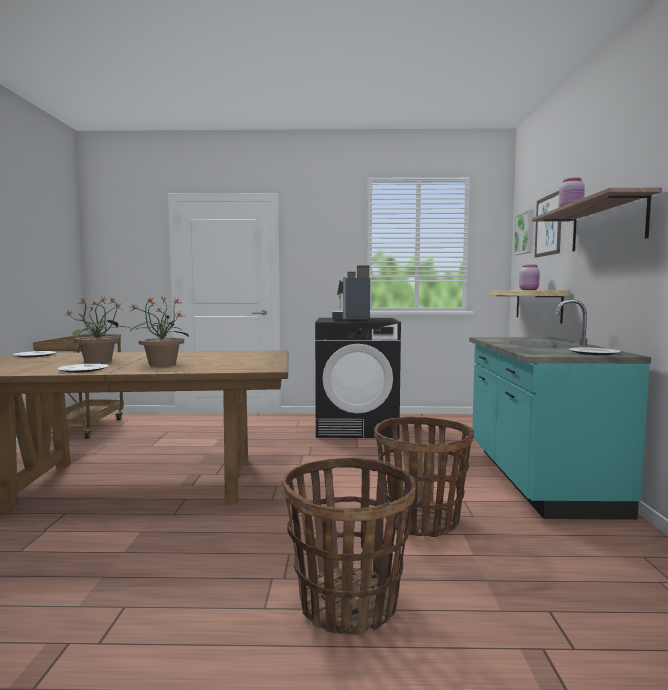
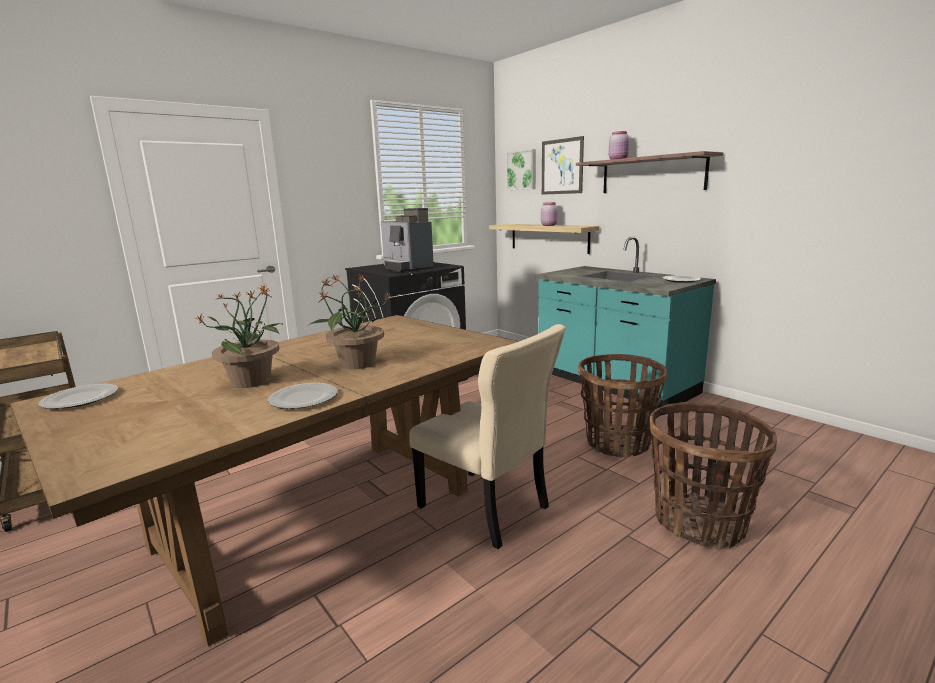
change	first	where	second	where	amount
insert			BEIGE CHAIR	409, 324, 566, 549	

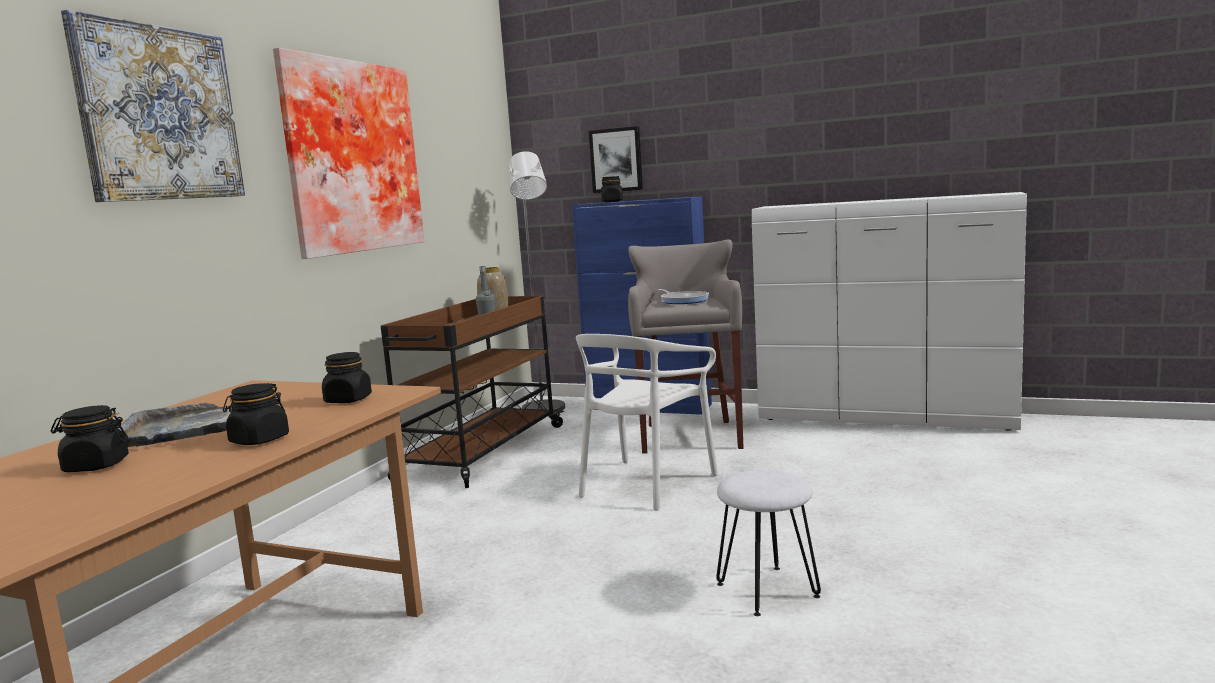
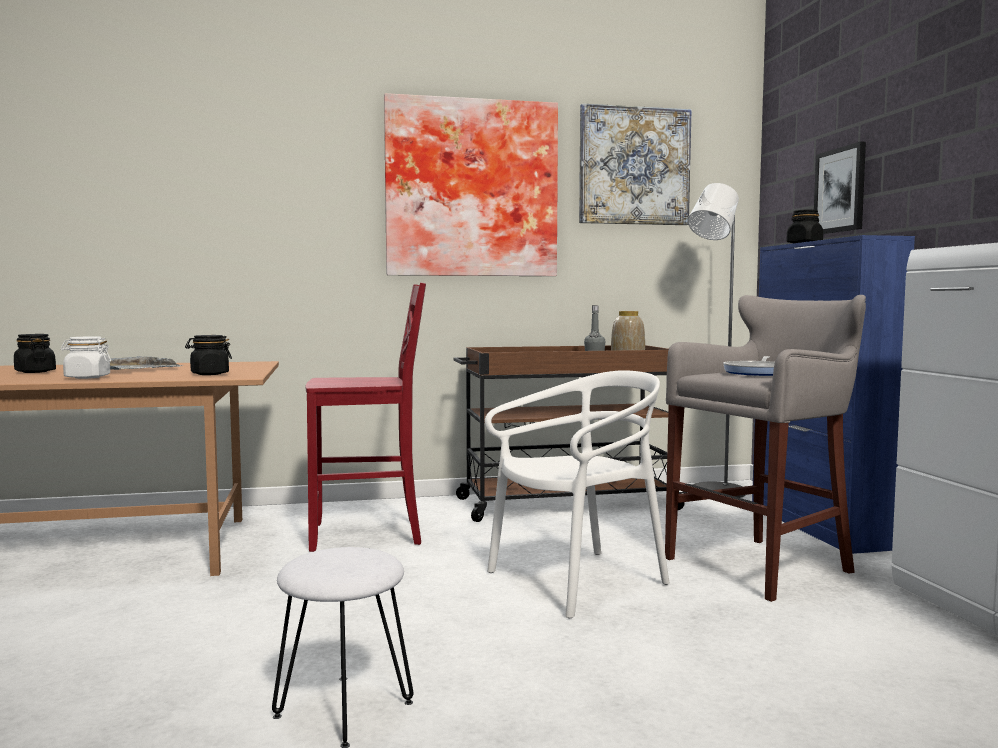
change	first	where	second	where	amount
move	PICTURE	61, 9, 245, 202		579, 103, 692, 225	
recolor	BLACK JAR	223, 383, 289, 445	WHITE JAR	61, 336, 111, 379	
rotate	WHITE CHAIR	576, 334, 718, 511		485, 370, 670, 618	150 degrees clockwise
insert			RED CHAIR	306, 283, 426, 552	

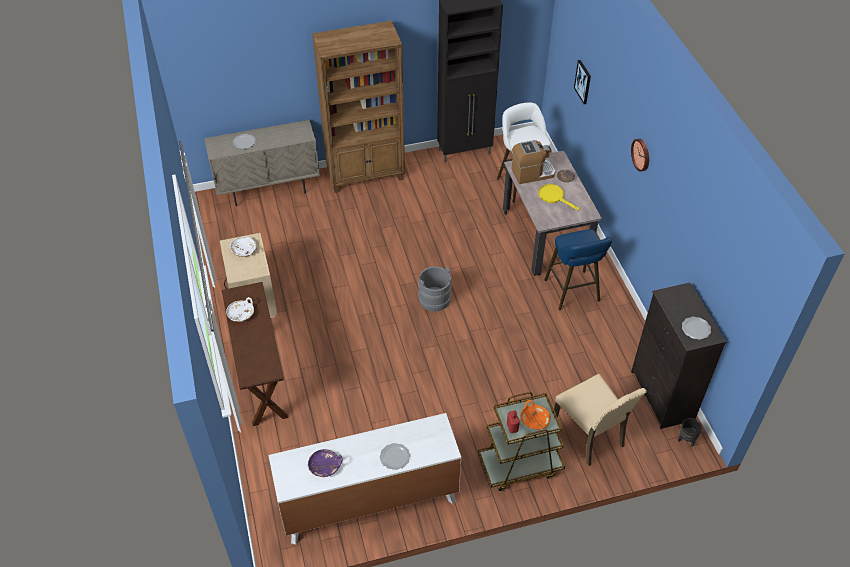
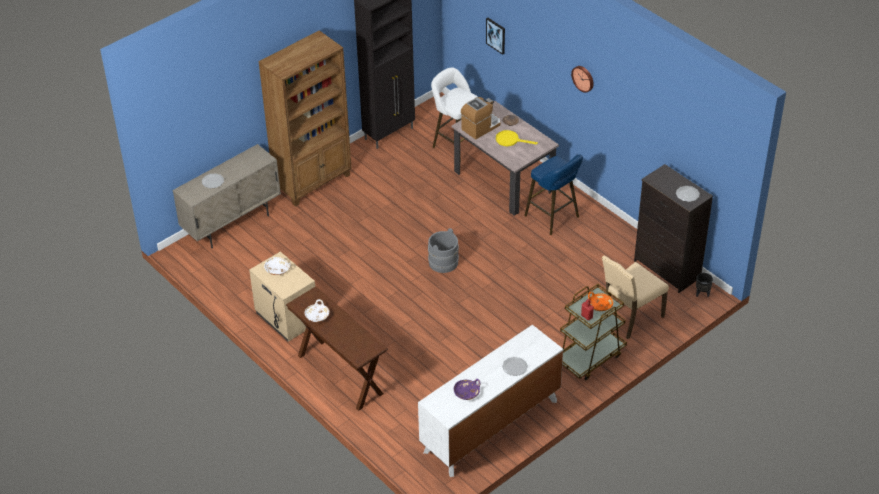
change	first	where	second	where	amount
rotate	BEIGE CHAIR	554, 374, 647, 466		602, 255, 669, 339	105 degrees clockwise

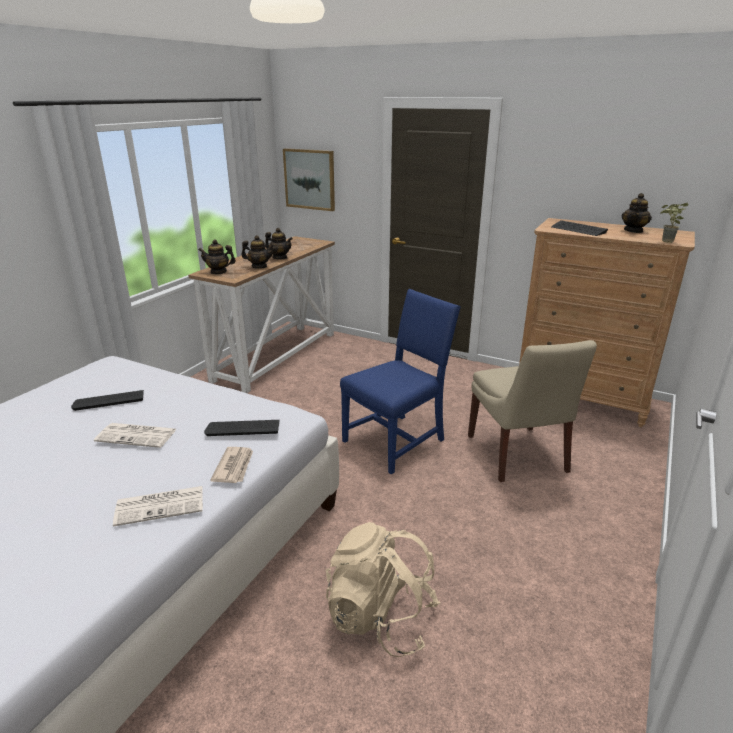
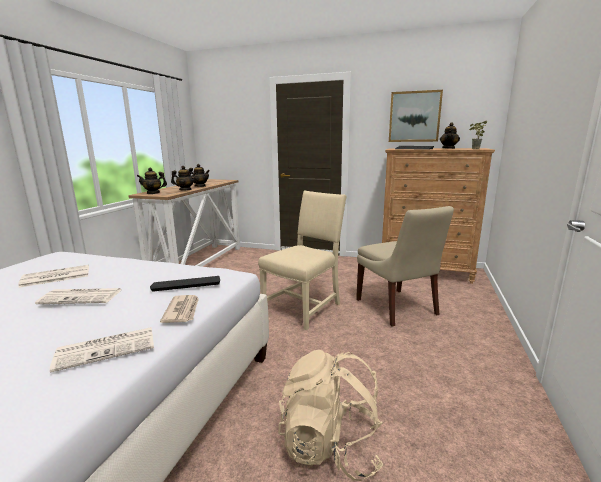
change	first	where	second	where	amount
replace	KEYBOARD	71, 390, 144, 411	NEWSPAPER	18, 265, 89, 288	
move	PICTURE	283, 148, 335, 211		389, 90, 443, 142	
recolor	BLUE CHAIR	340, 289, 461, 474	BEIGE CHAIR	258, 191, 347, 330	

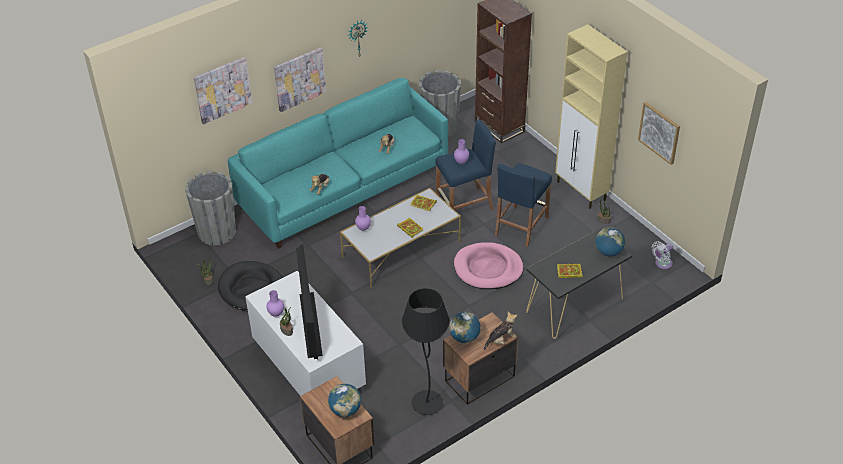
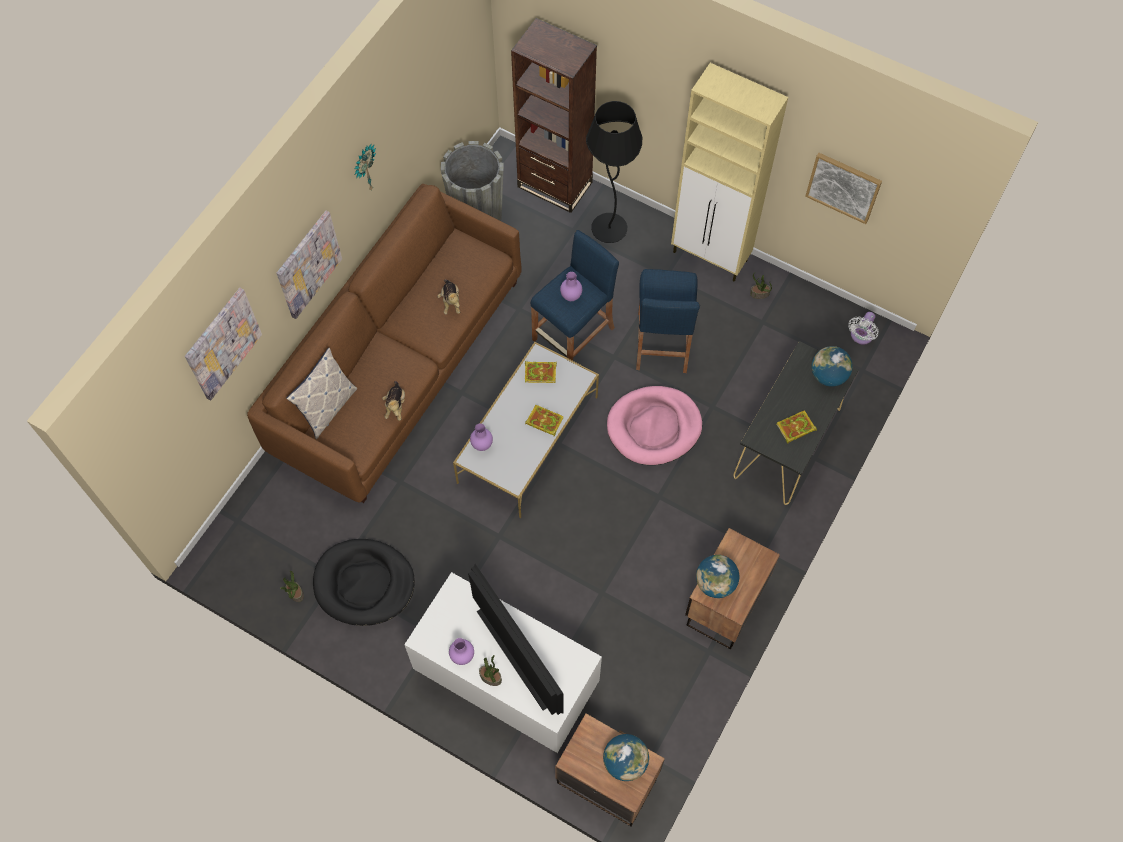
change	first	where	second	where	amount
delete	GREY PLANTER	185, 171, 236, 245			
recolor	TURQUOISE SOFA	228, 78, 448, 249	BROWN SOFA	247, 184, 522, 503	
move	BLACK FLOOR LAMP	402, 288, 450, 415		586, 101, 642, 243	
delete	PLUSH TOY	484, 312, 517, 350			
insert			PILLOW	286, 348, 357, 439	

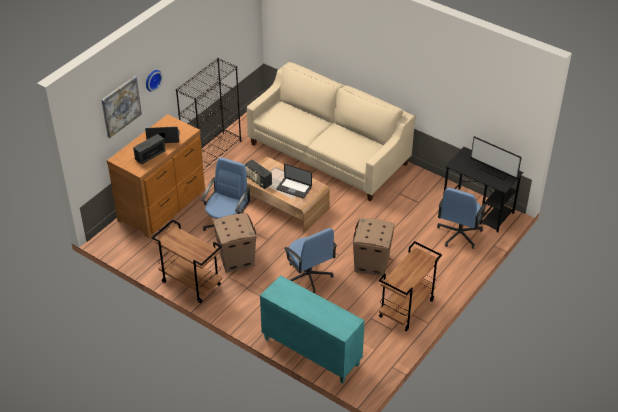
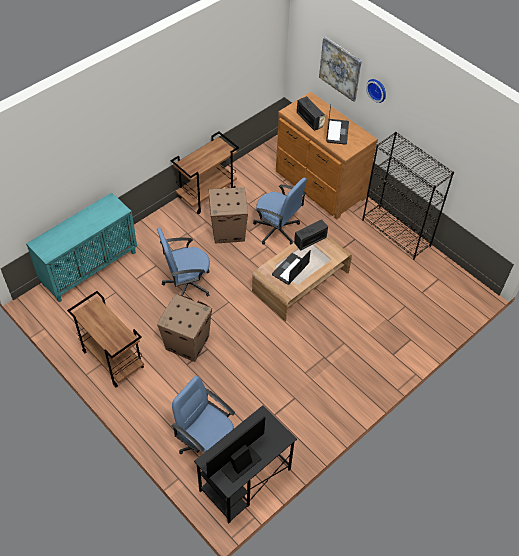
change	first	where	second	where	amount
delete	BEIGE SOFA	247, 62, 415, 201			

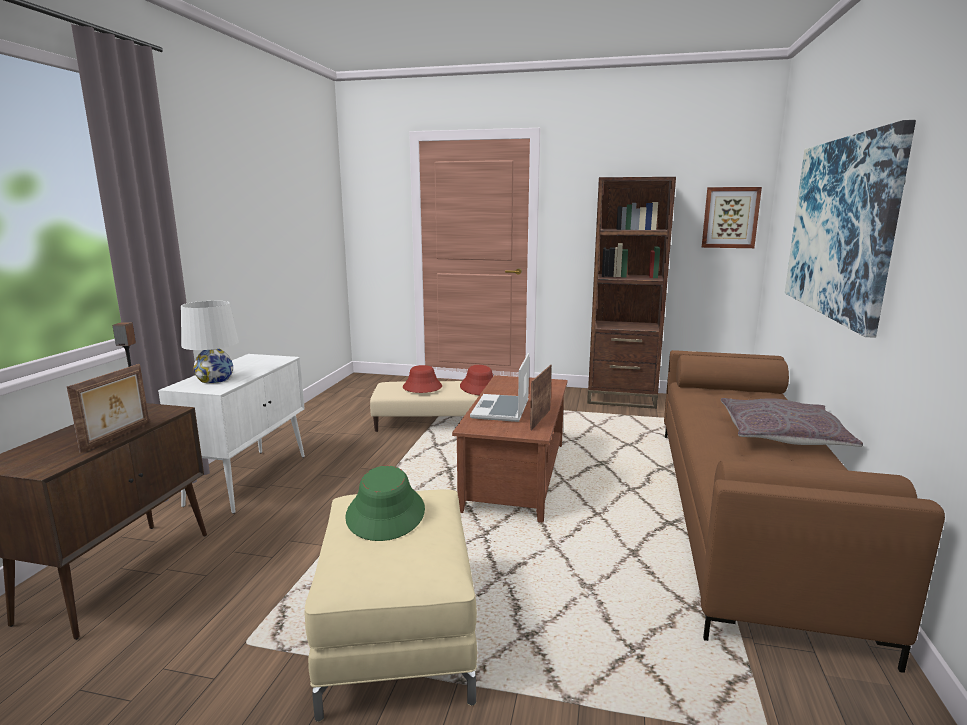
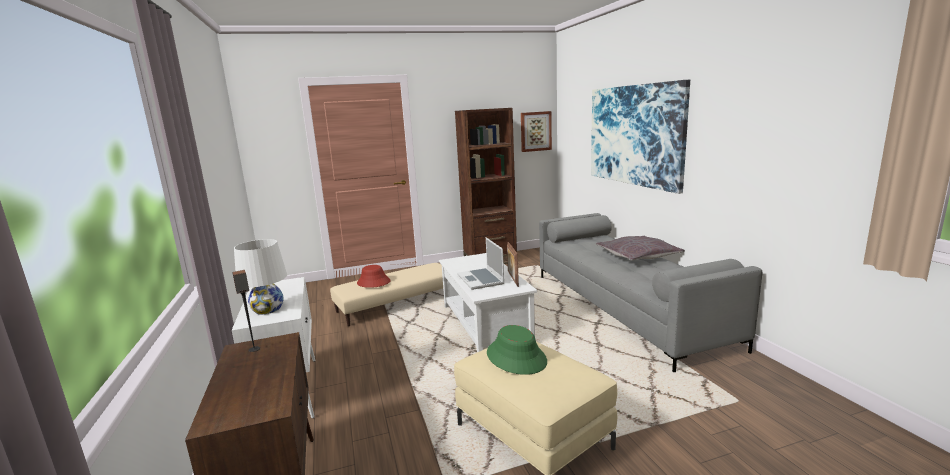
change	first	where	second	where	amount
delete	PICTURE FRAME	67, 364, 149, 453			
recolor	BROWN COFFEE TABLE	452, 375, 568, 523	WHITE COFFEE TABLE	439, 253, 537, 352	
delete	RED HAT	460, 365, 493, 395			
recolor	BROWN SOFA	664, 350, 945, 673	GREY SOFA	539, 213, 762, 372	

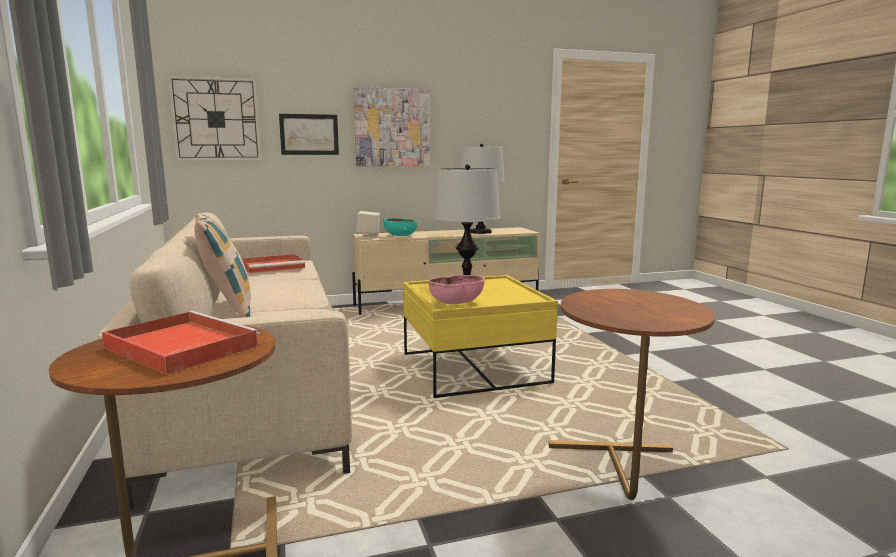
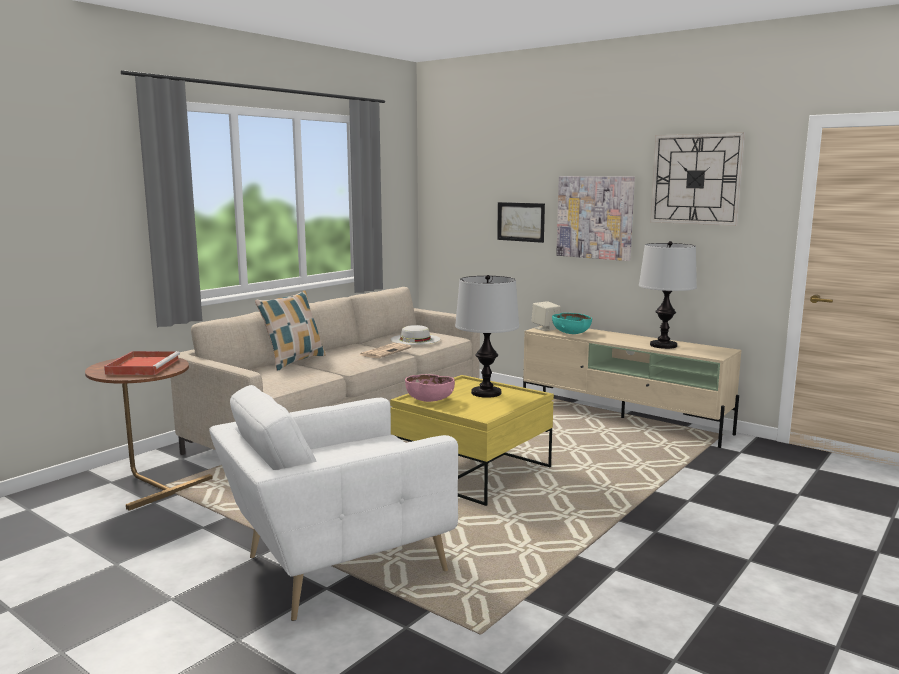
change	first	where	second	where	amount
move	WALL CLOCK	167, 75, 261, 161		650, 132, 745, 226	
replace	RED TRAY	241, 254, 305, 273	WHITE HAT	391, 325, 440, 345	
replace	BROWN SIDE TABLE	549, 289, 715, 500	WHITE ARMCHAIR	209, 385, 458, 621	
insert			NEWSPAPER	360, 343, 412, 358	

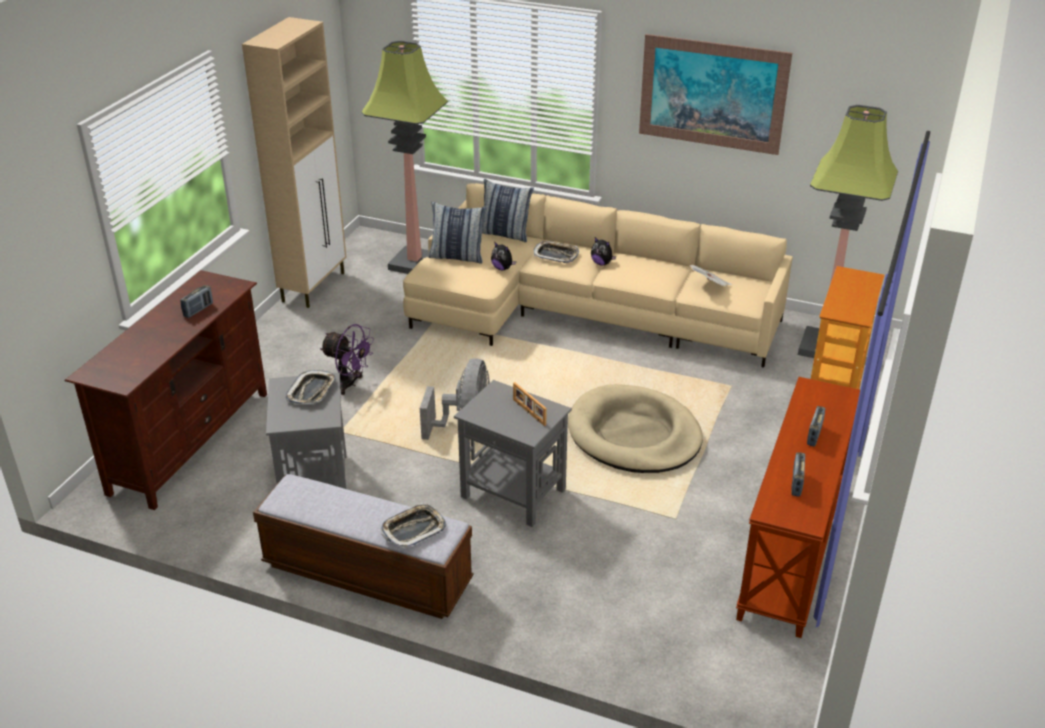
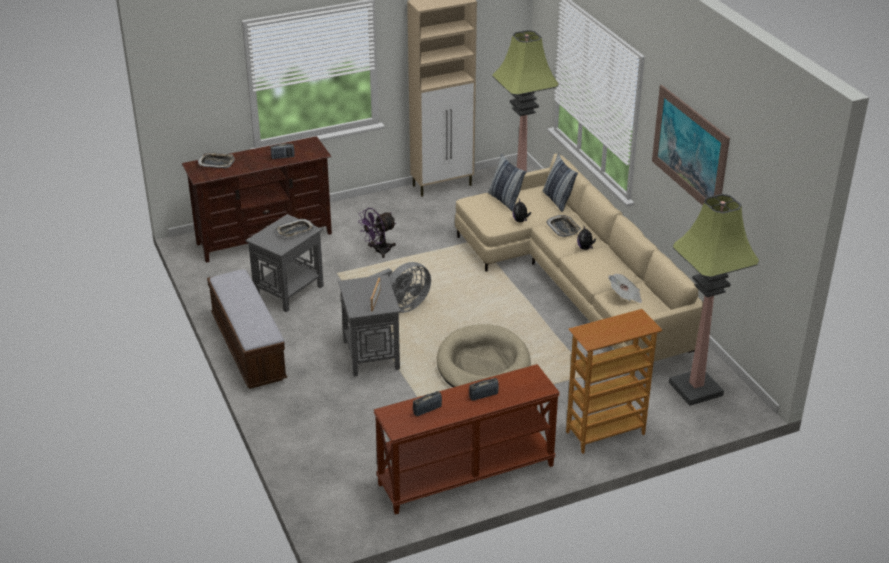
change	first	where	second	where	amount
rotate	PURPLE FAN	320, 324, 374, 395		358, 208, 396, 258	75 degrees clockwise
move	TRAY	381, 503, 447, 548		198, 153, 235, 168	

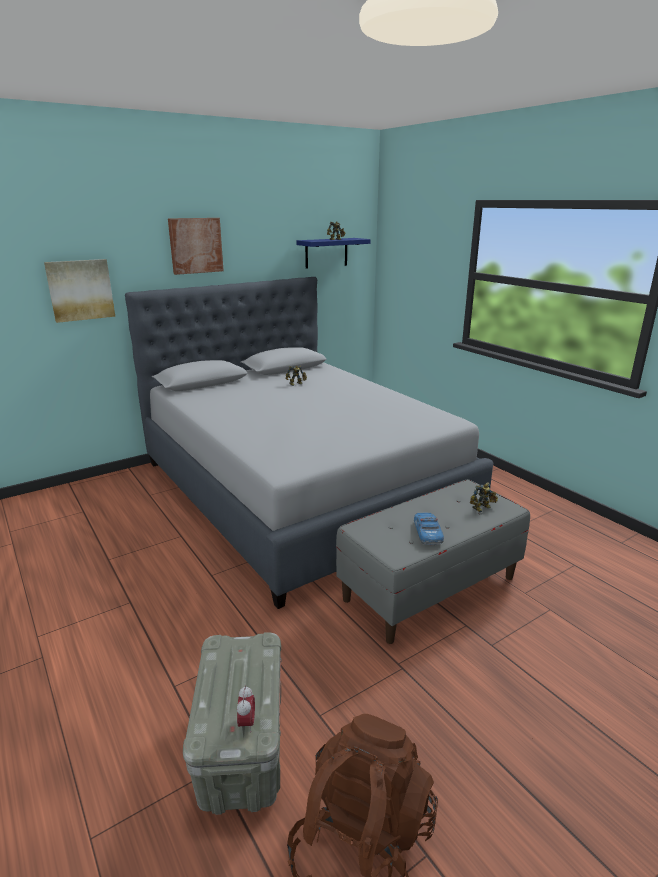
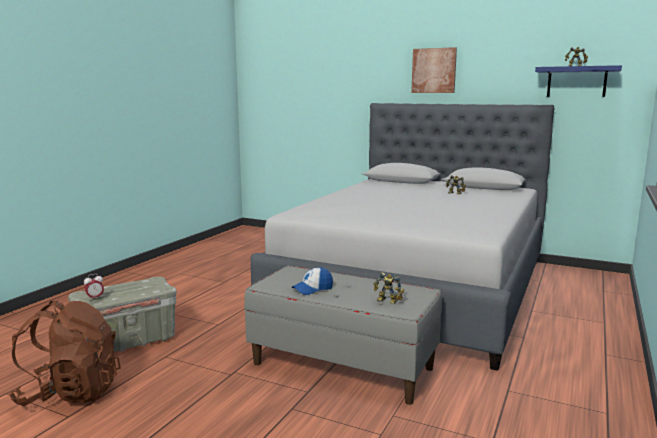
change	first	where	second	where	amount
delete	PICTURE	44, 259, 115, 323			
replace	TOY CAR	414, 513, 444, 546	CAP	292, 267, 333, 295	

